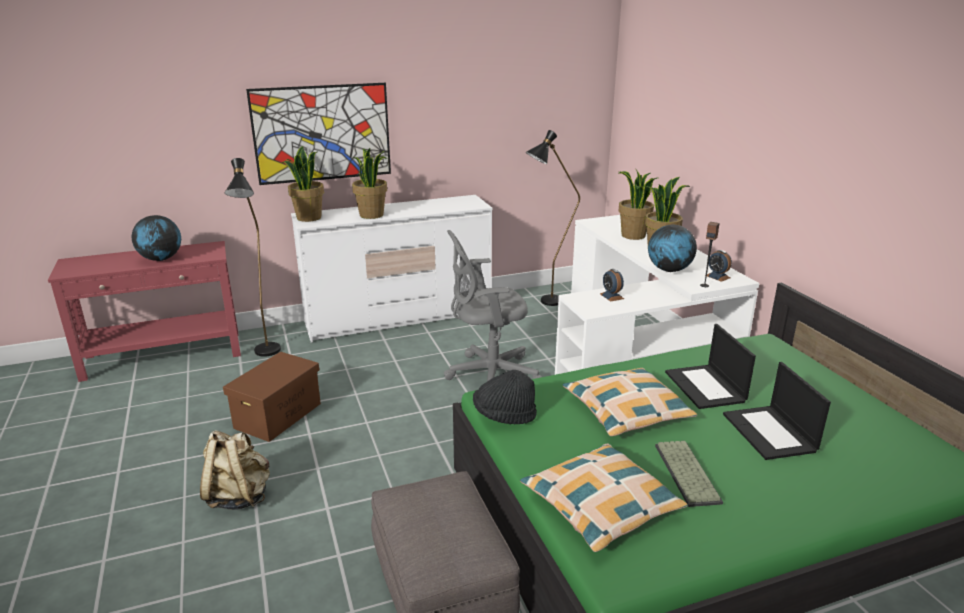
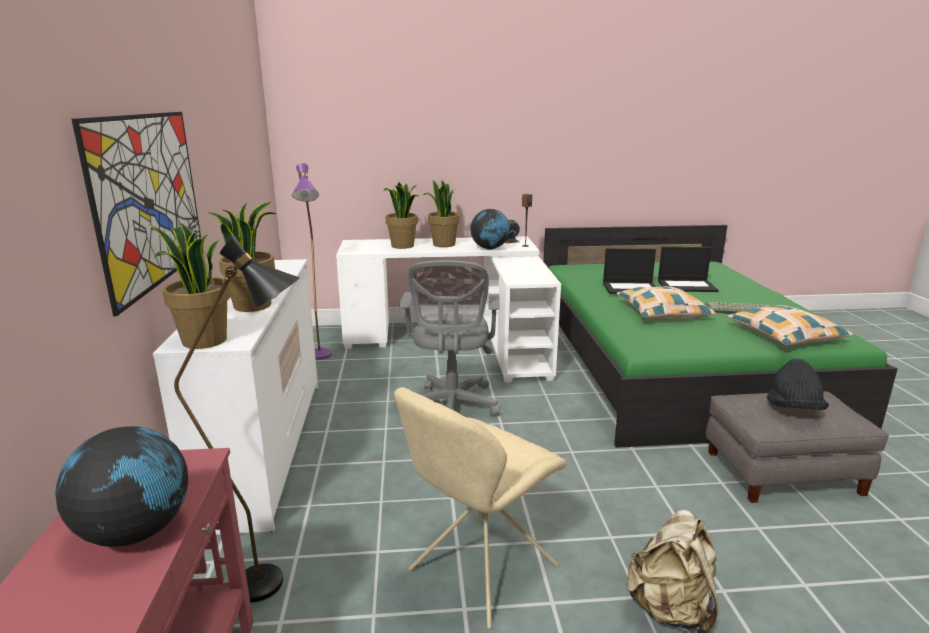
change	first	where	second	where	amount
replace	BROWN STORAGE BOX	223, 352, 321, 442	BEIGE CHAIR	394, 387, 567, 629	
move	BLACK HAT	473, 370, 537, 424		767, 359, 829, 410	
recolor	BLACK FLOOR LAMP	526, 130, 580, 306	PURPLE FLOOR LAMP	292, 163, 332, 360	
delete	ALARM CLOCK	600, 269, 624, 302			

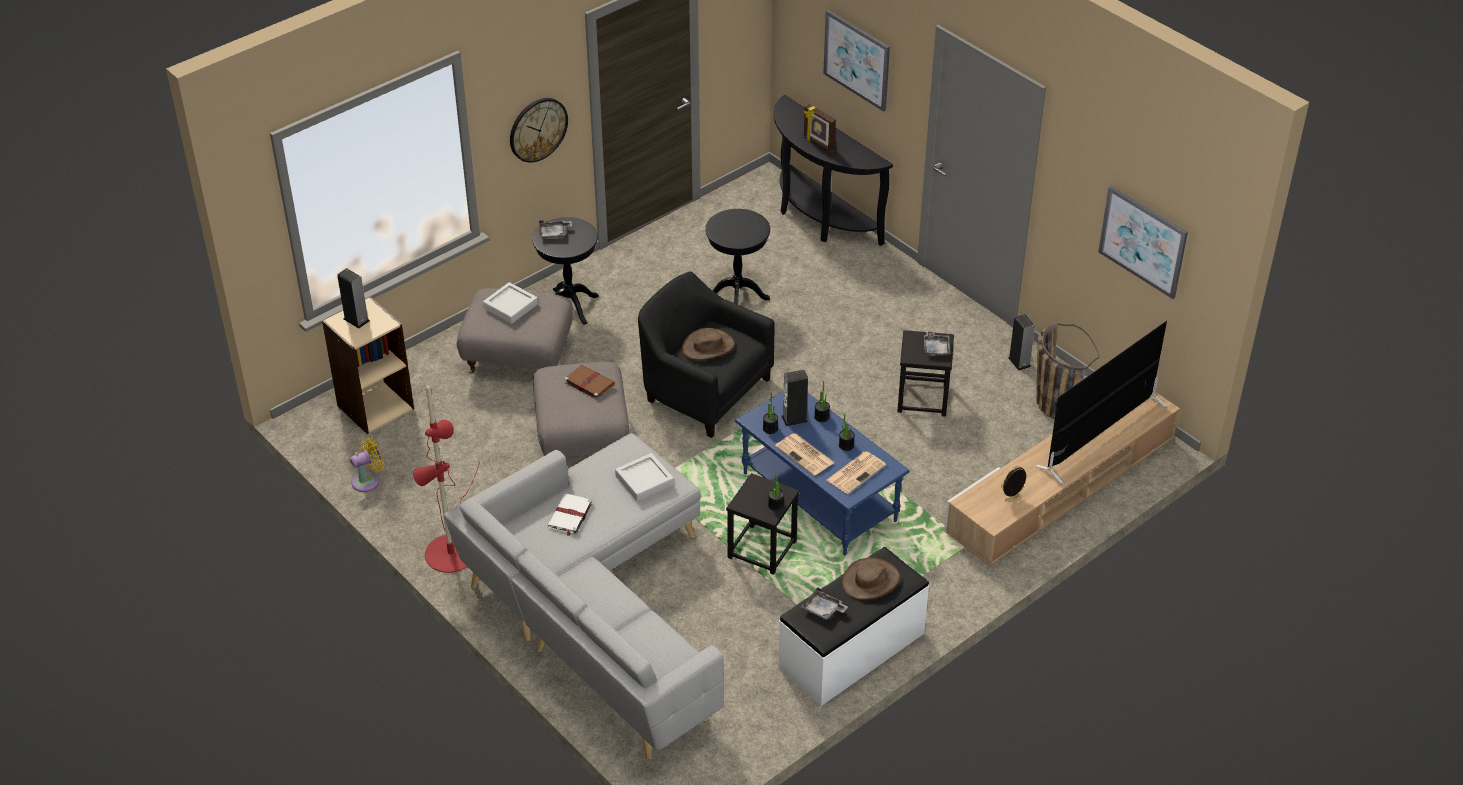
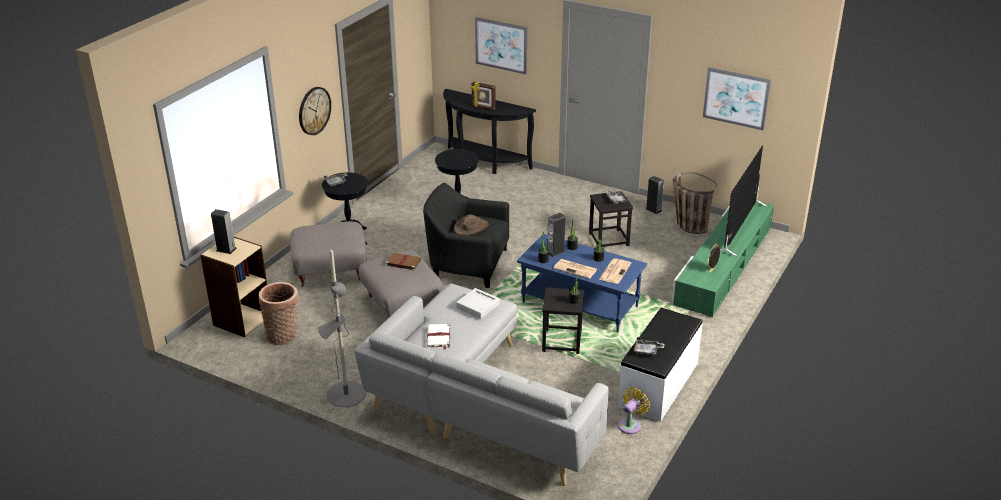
change	first	where	second	where	amount
move	YELLOW FAN	350, 437, 384, 492		618, 388, 650, 434	
recolor	RED FLOOR LAMP	413, 386, 480, 573	GREY FLOOR LAMP	318, 250, 366, 407	
delete	GREY TRAY	483, 282, 538, 324			
delete	BROWN HAT	842, 558, 900, 600			
recolor	BEIGE TV STAND	944, 392, 1180, 566	GREEN TV STAND	671, 201, 774, 317	
insert			BASKET	259, 282, 299, 345	

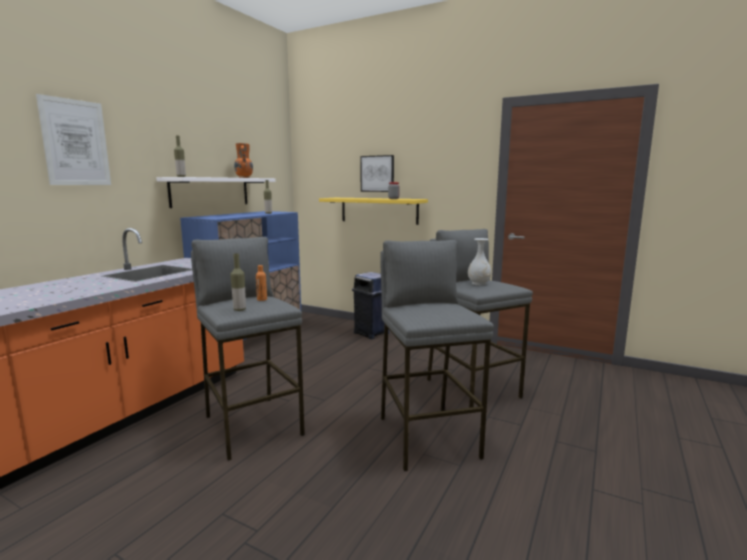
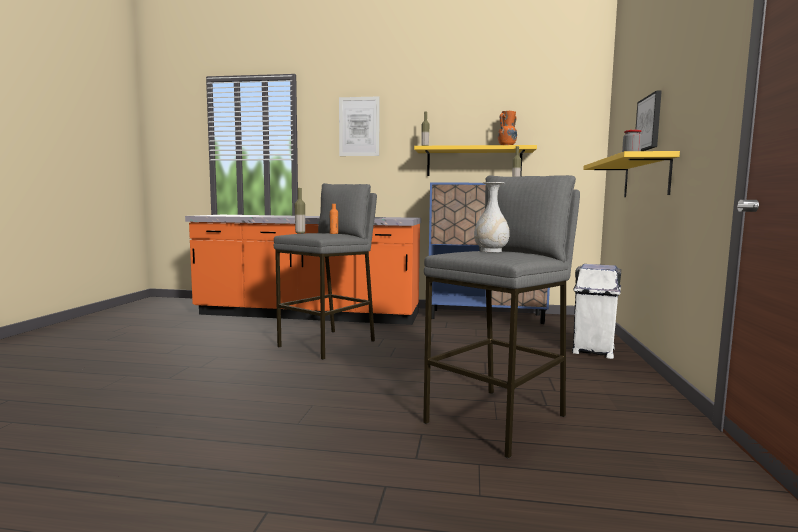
change	first	where	second	where	amount
recolor	WHITE SHELF	156, 177, 276, 208	YELLOW SHELF	414, 145, 537, 176	
recolor	BLUE TRASH CAN	352, 272, 390, 339	WHITE TRASH CAN	572, 264, 621, 359	
delete	GREY STOOL	380, 240, 494, 471			

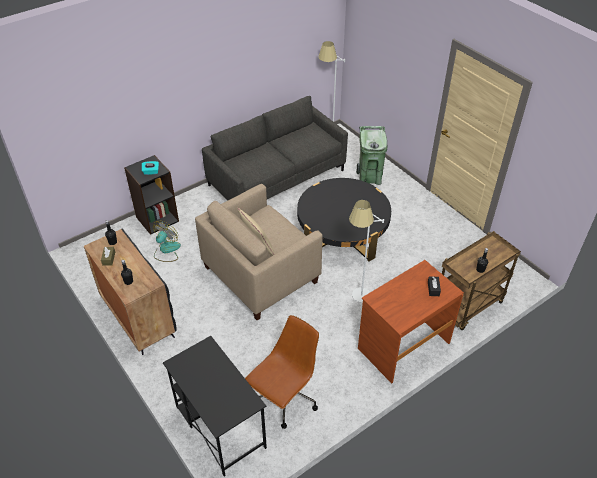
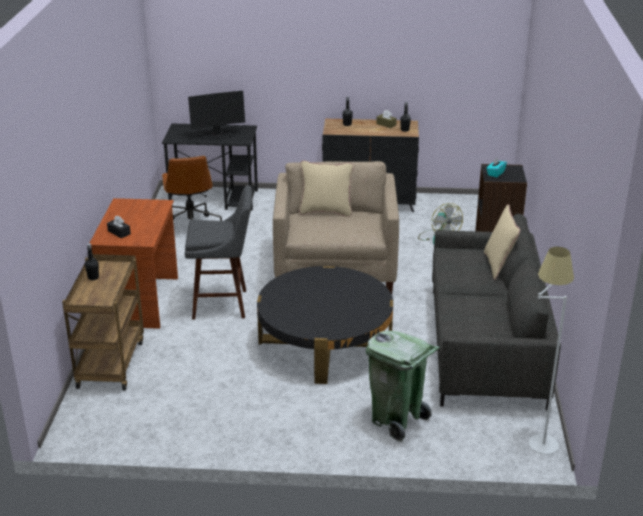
change	first	where	second	where	amount
replace	WHITE FLOOR LAMP	349, 200, 384, 303	GREY STOOL	185, 185, 252, 320	
insert			MONITOR	188, 91, 245, 140	
insert			BEIGE PILLOW	484, 204, 520, 280	

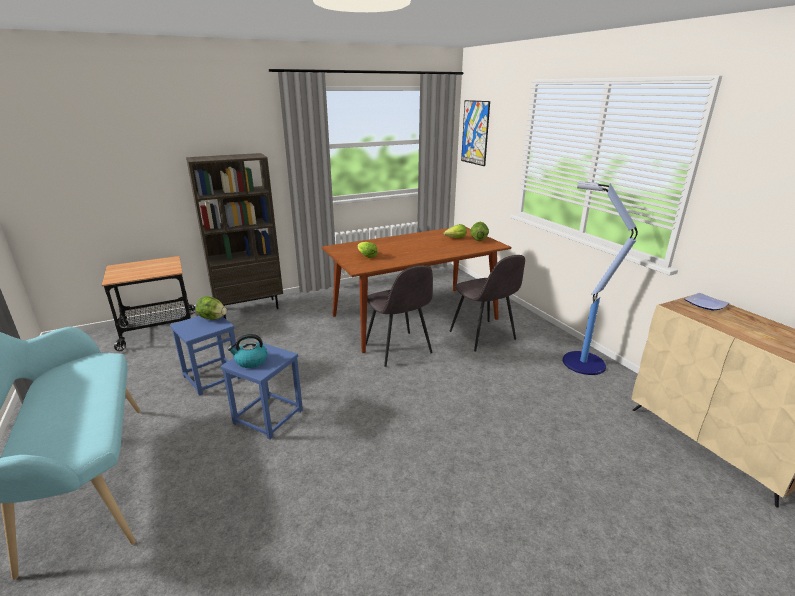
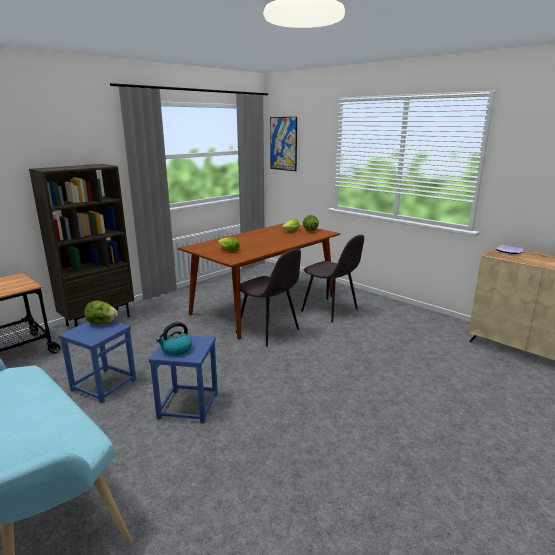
change	first	where	second	where	amount
delete	FLOOR LAMP	562, 181, 638, 375			

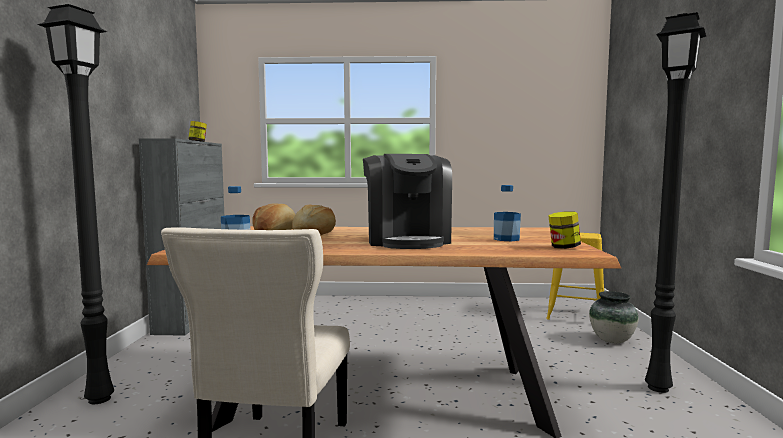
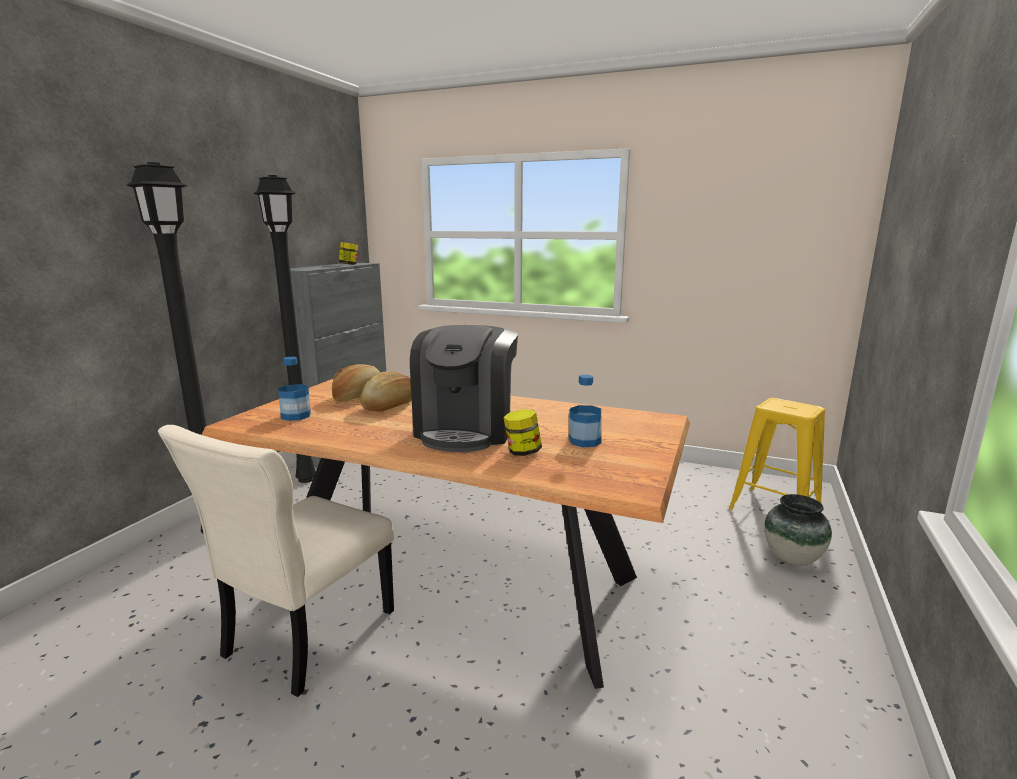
change	first	where	second	where	amount
move	JAR	548, 211, 581, 249		503, 409, 542, 456	
move	BLACK FLOOR LAMP	645, 12, 706, 393		253, 175, 316, 483	

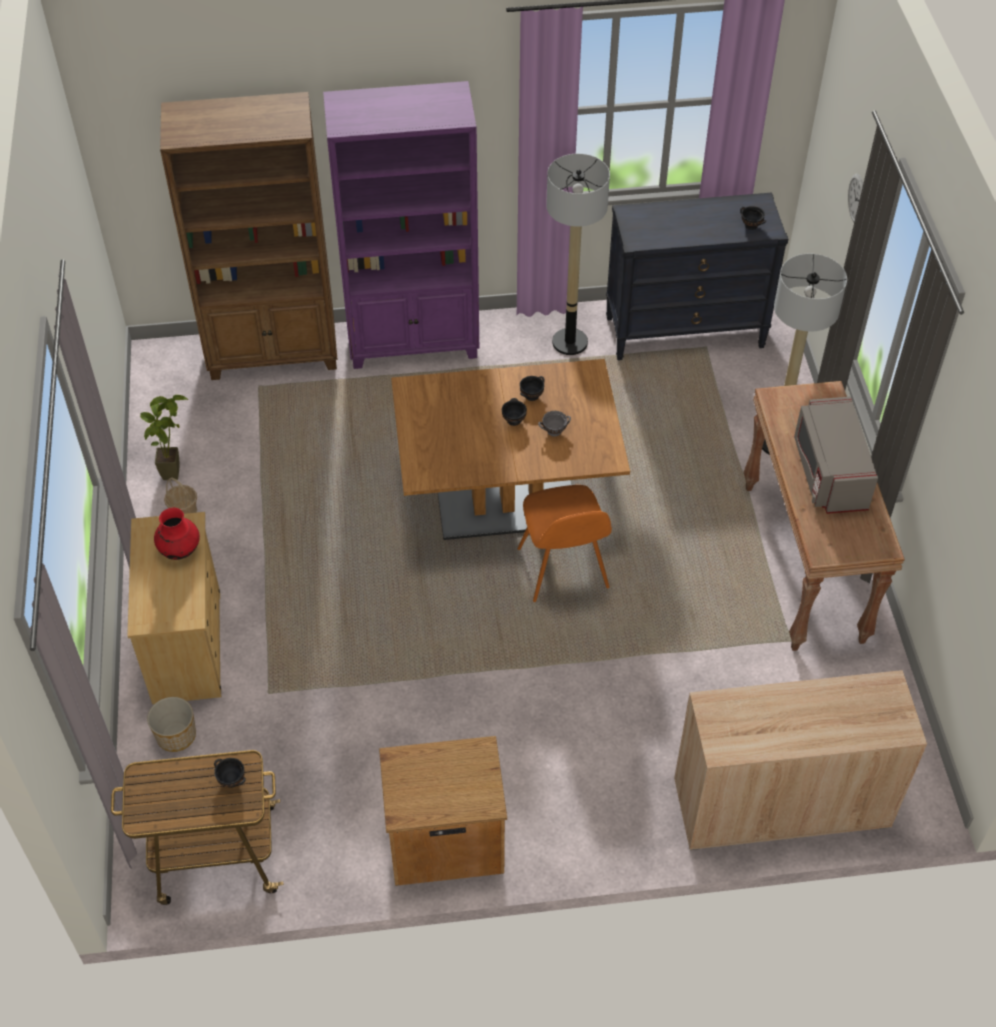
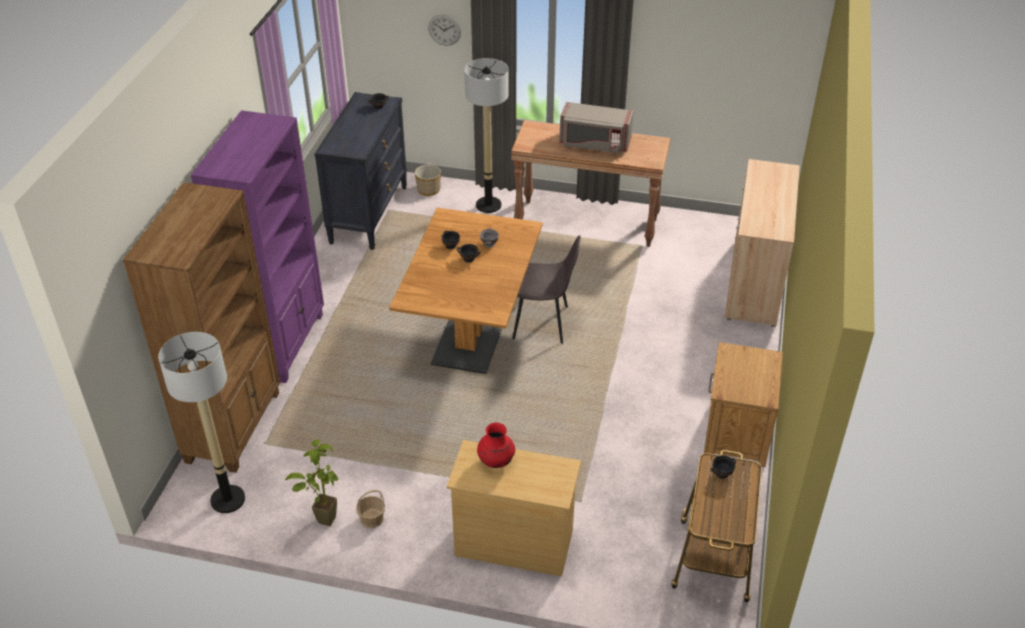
change	first	where	second	where	amount
move	PLANTER	147, 697, 196, 752		415, 165, 441, 196	
recolor	ORANGE CHAIR	517, 485, 612, 602	GREY CHAIR	512, 235, 581, 344	
move	FLOOR LAMP	546, 154, 610, 355		158, 332, 245, 513	

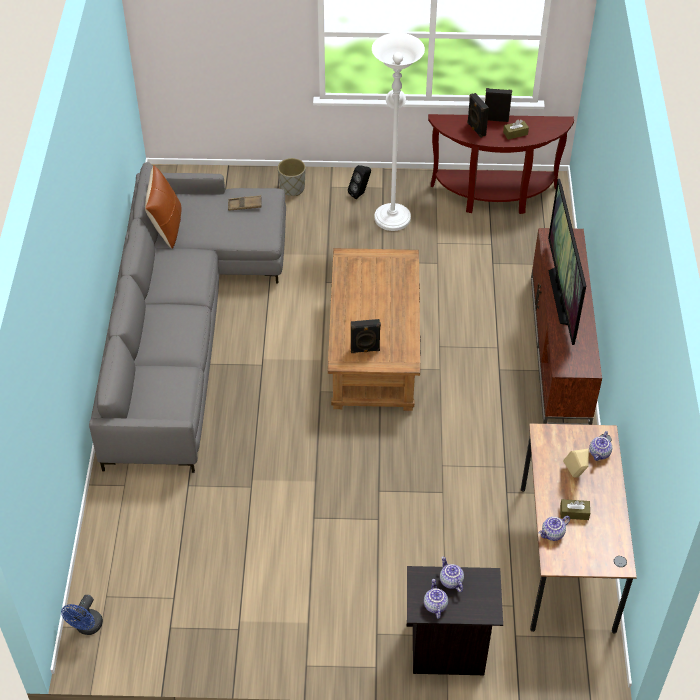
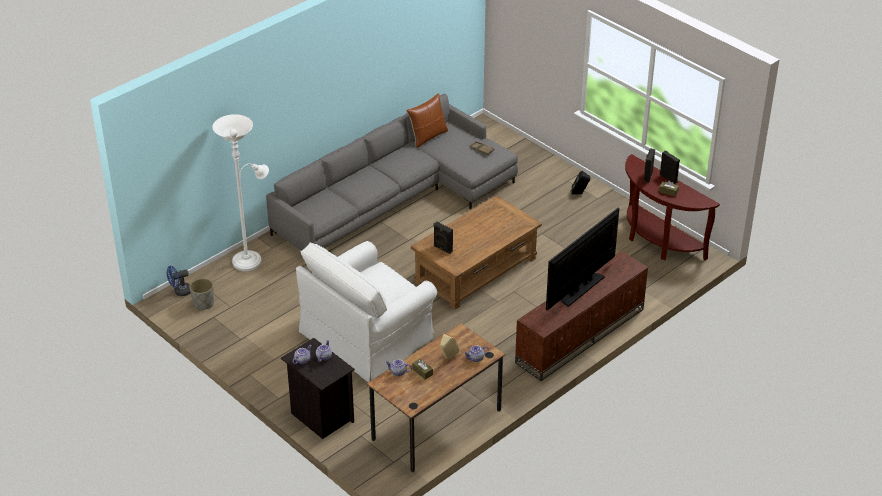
change	first	where	second	where	amount
move	GREY PLANTER	278, 158, 306, 196		190, 278, 214, 310	
move	WHITE FLOOR LAMP	372, 33, 425, 231		212, 114, 269, 271	
insert			WHITE ARMCHAIR	296, 241, 437, 382	

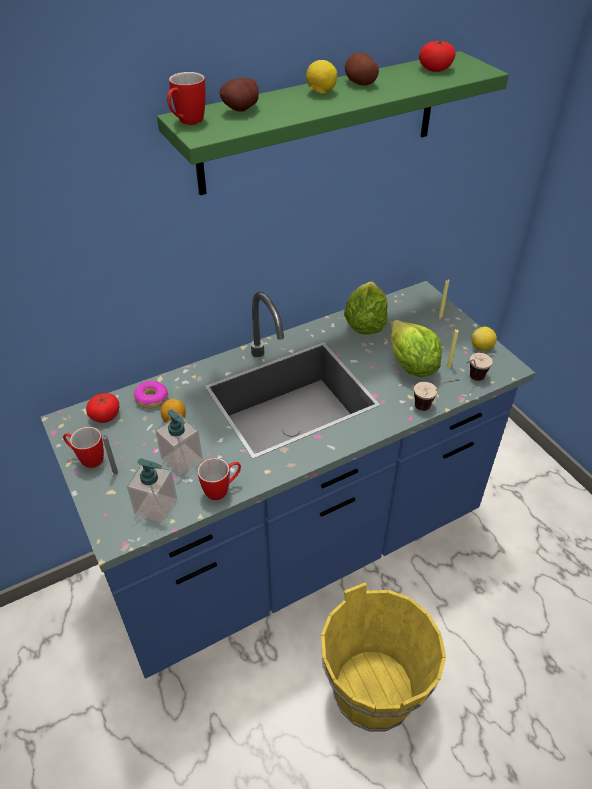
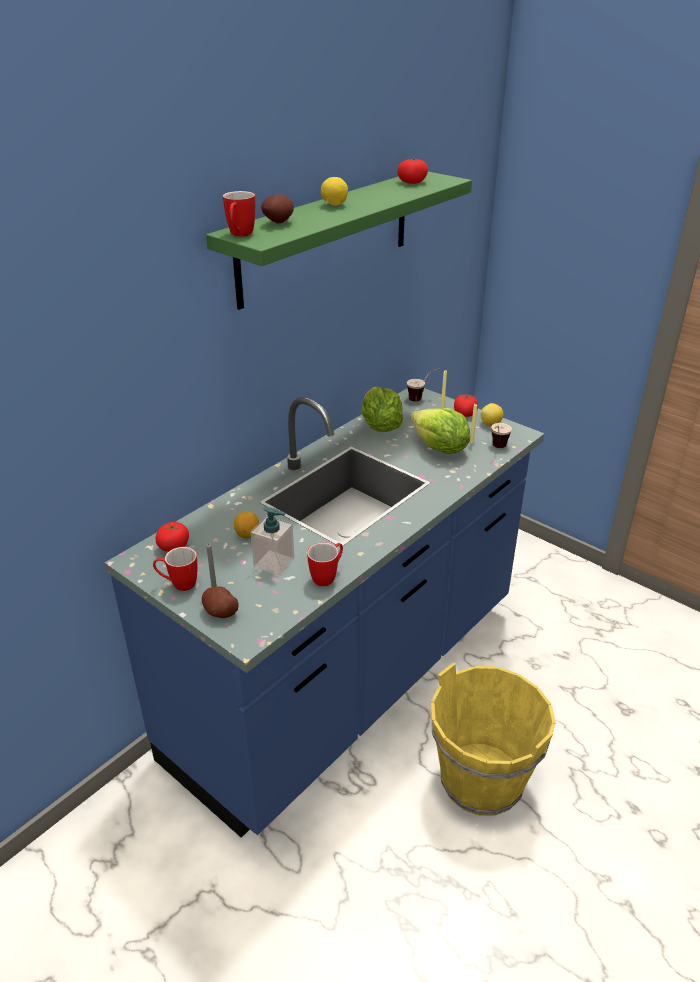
change	first	where	second	where	amount
delete	SOAP DISPENSER	127, 458, 177, 523			
delete	DONUT	134, 381, 168, 408			
move	POTATO	345, 52, 379, 86		202, 587, 238, 618	
move	CUP	414, 379, 460, 411		407, 368, 440, 402	
insert			TOMATO	454, 395, 478, 417	

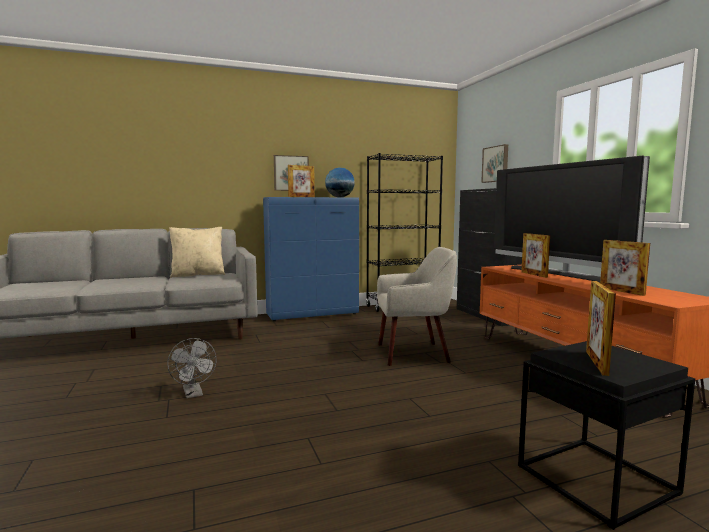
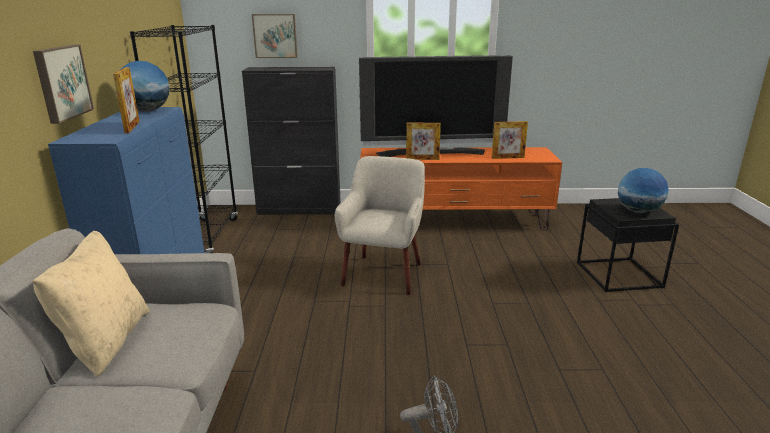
change	first	where	second	where	amount
replace	PICTURE FRAME	586, 281, 616, 376	GLOBE	618, 168, 669, 214	

